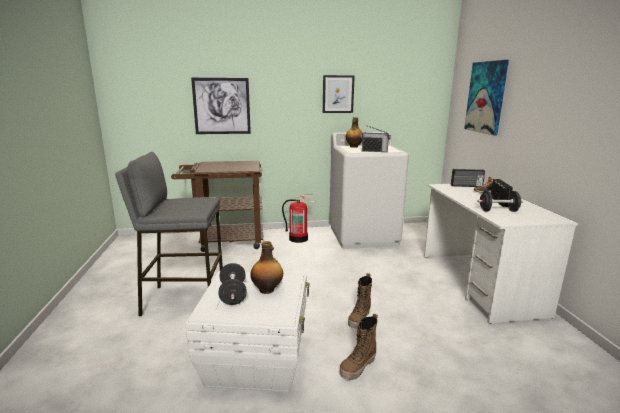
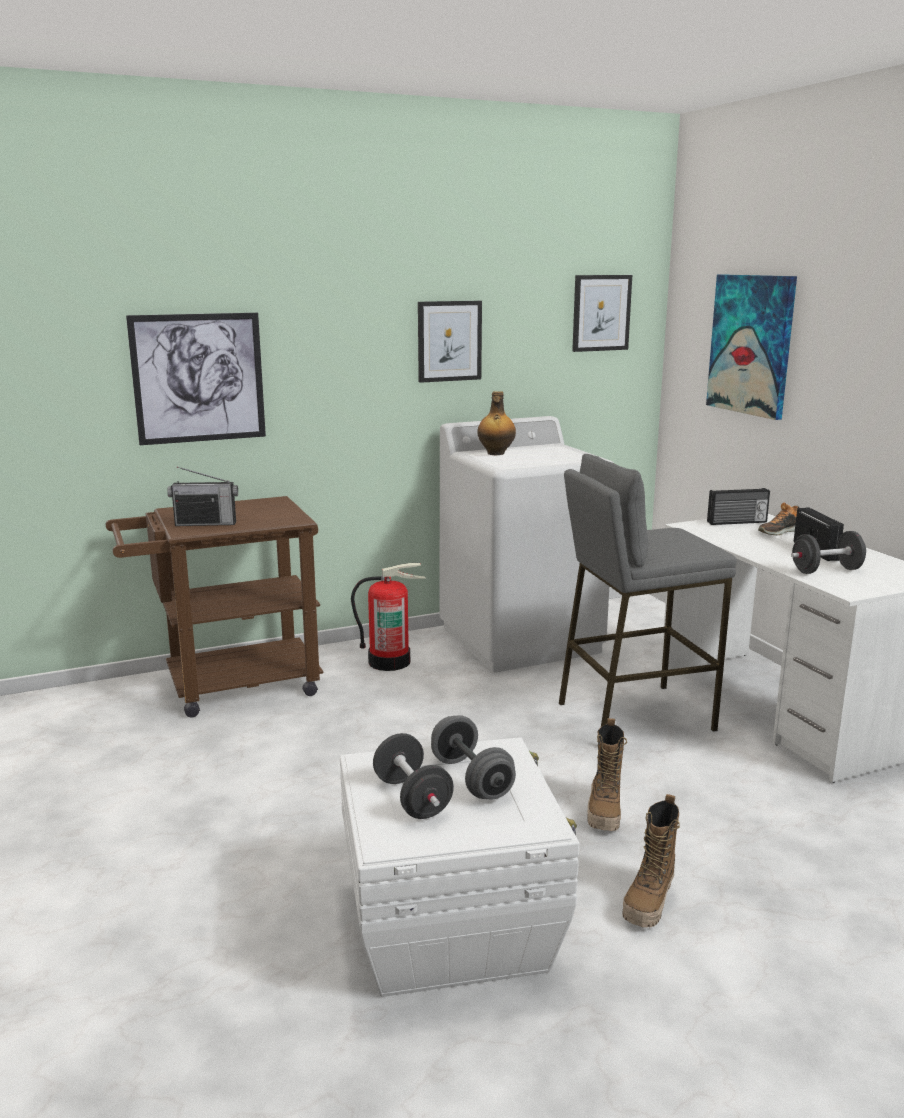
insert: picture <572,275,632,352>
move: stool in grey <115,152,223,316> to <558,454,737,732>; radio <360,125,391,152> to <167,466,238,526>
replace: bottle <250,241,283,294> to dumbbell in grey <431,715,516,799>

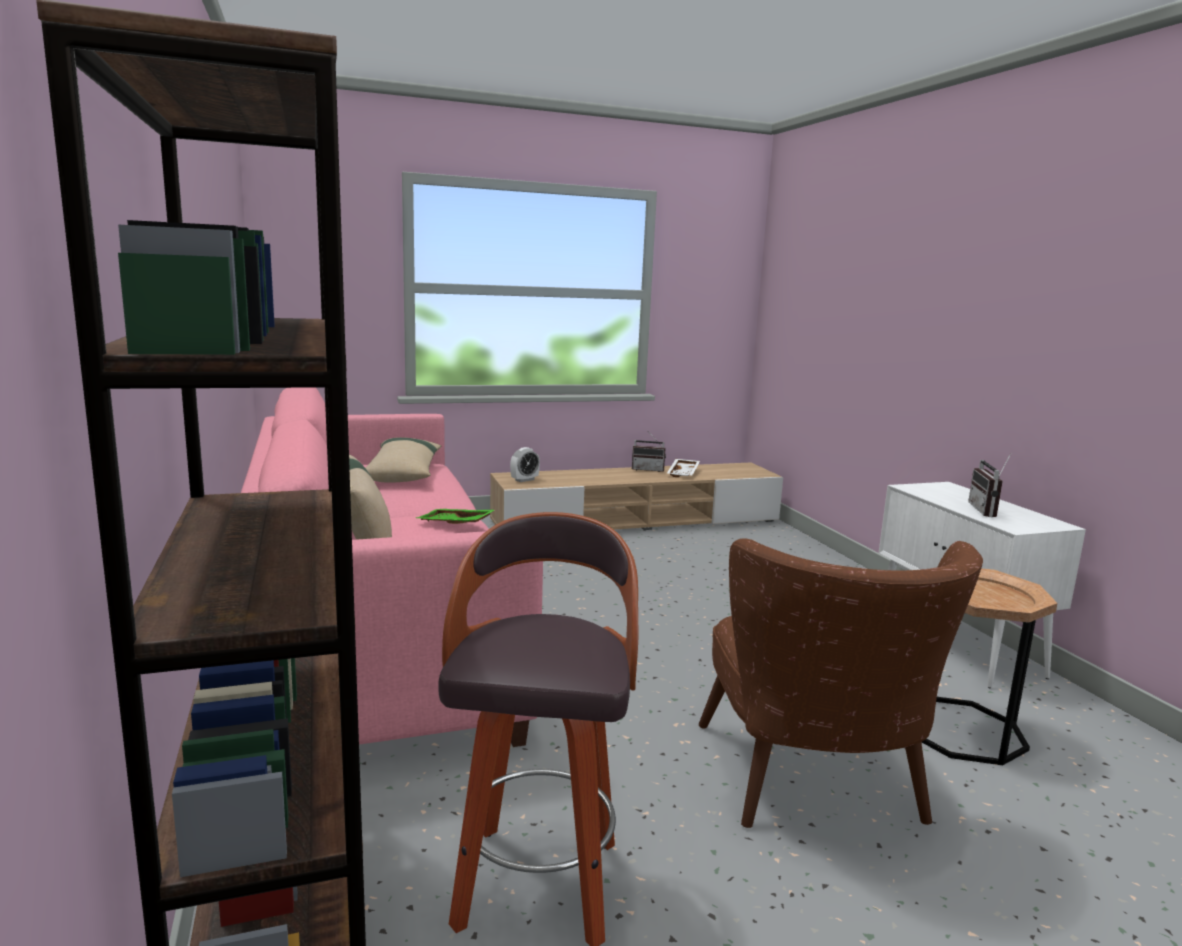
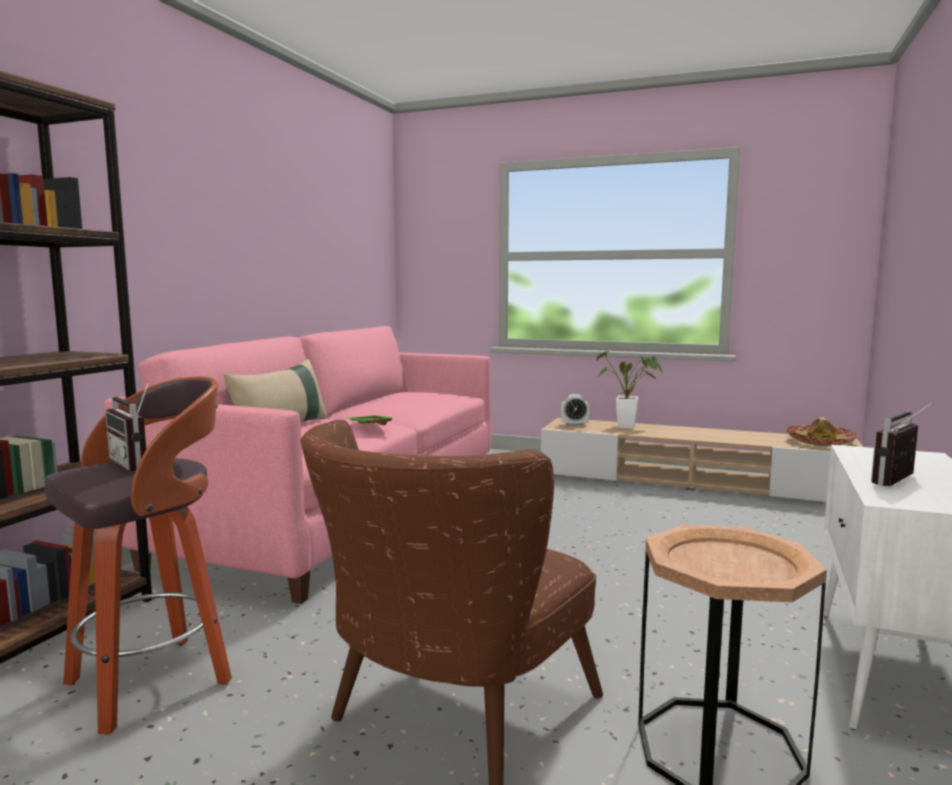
delete: pillow in beige <365,437,441,483>; tray in white <667,459,700,477>
insert: potted plant <596,351,663,429>; hat <786,417,858,446>
move: radio <632,435,666,472> to <105,379,150,471>

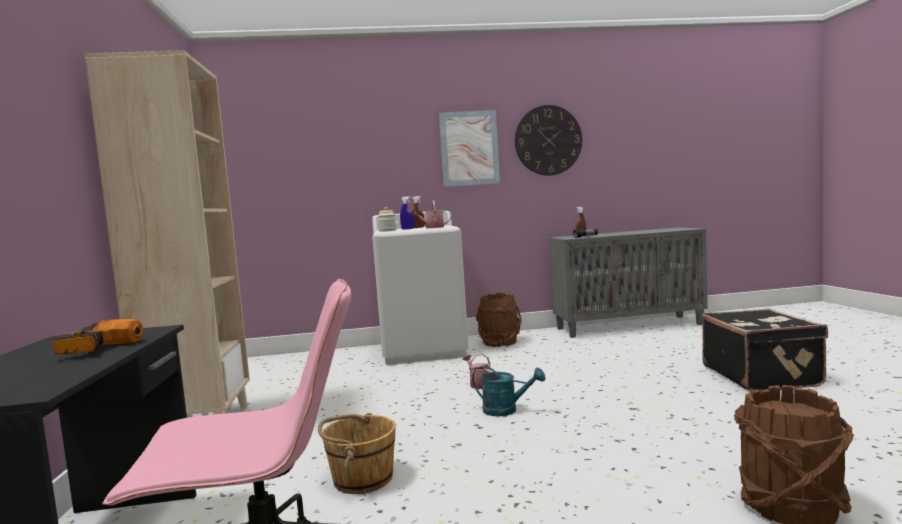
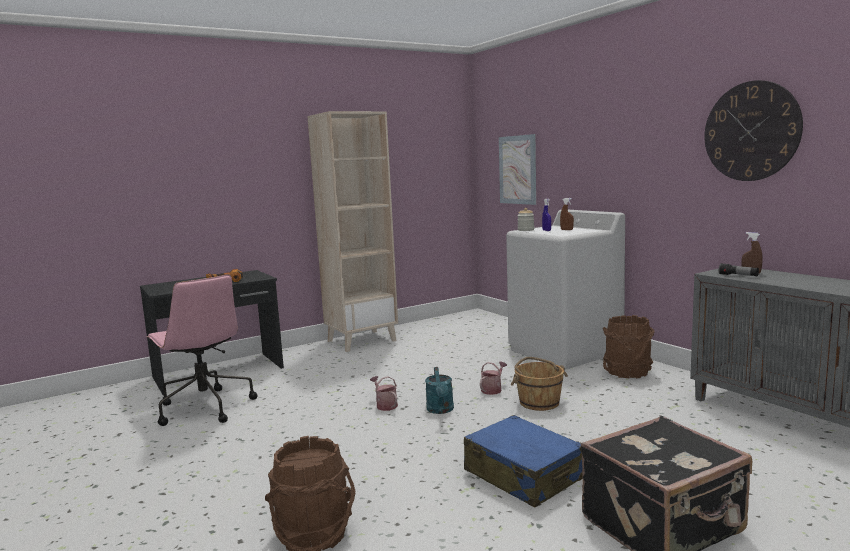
insert: suitcase in blue <464,415,583,508>
move: bucket in brown <318,413,396,494> to <511,357,568,411>; watering can <409,201,452,228> to <370,376,398,411>; picture <439,110,500,187> to <499,134,536,205>

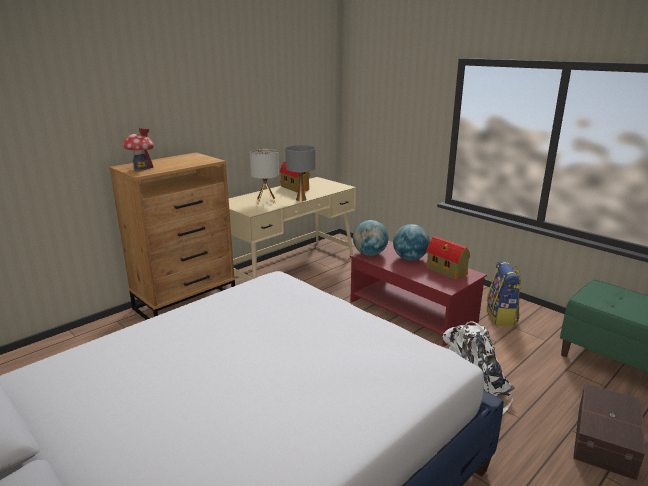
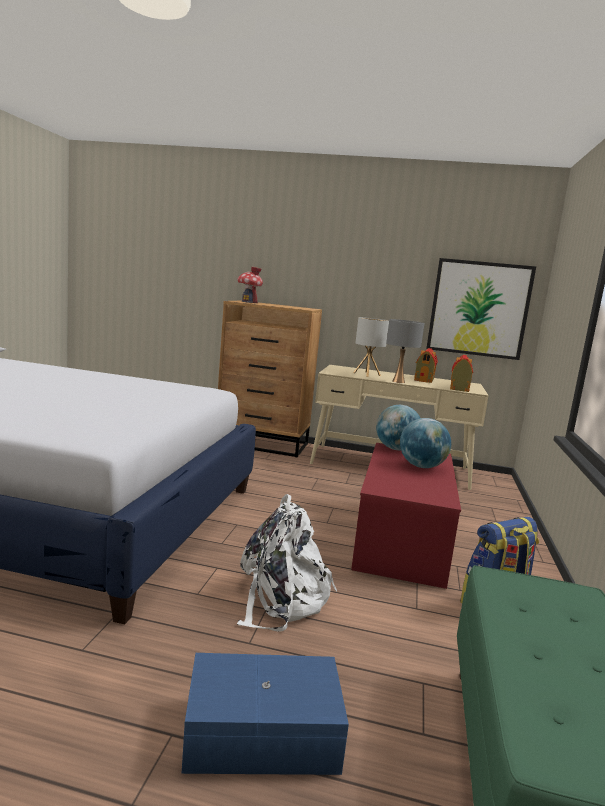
insert: picture <426,258,536,360>
move: toy house <426,236,470,280> to <450,355,473,392>
recolor: storage box in brown <573,383,645,480> to storage box in blue <182,653,349,775>

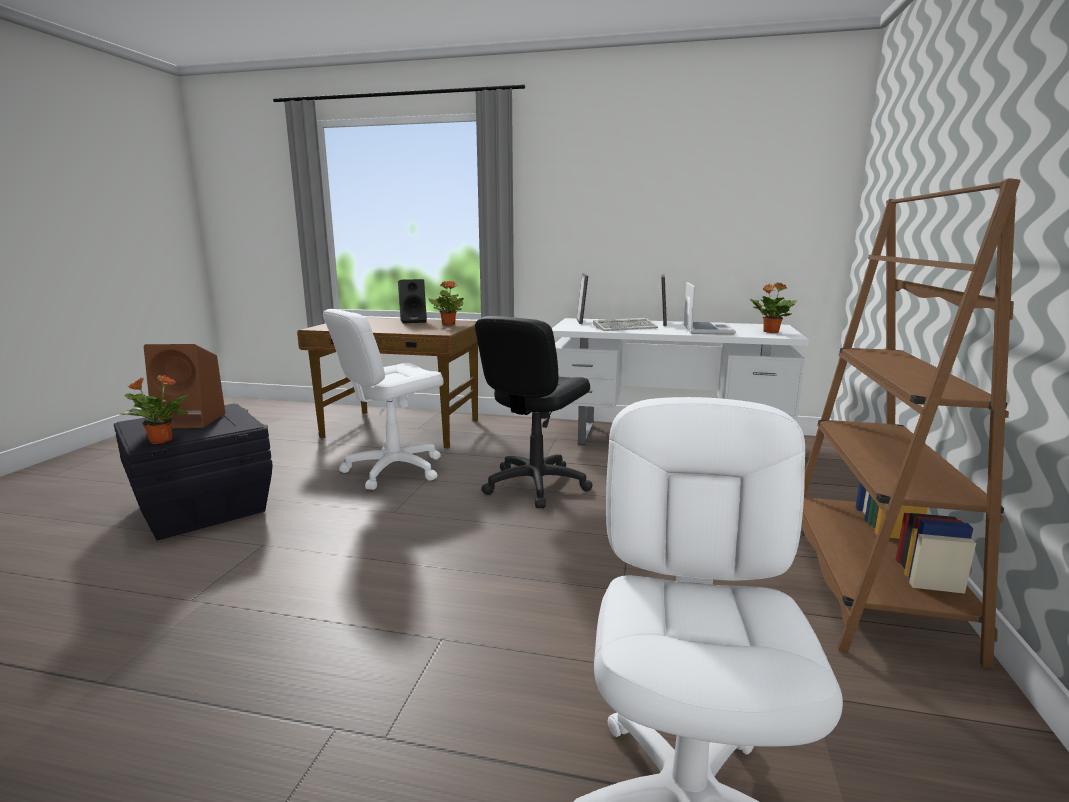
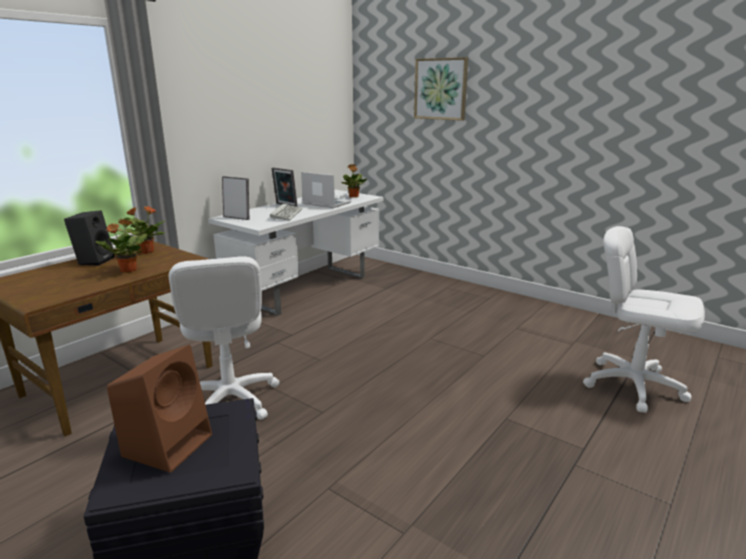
delete: office chair in black <475,316,592,508>; bookcase in brown <802,178,1020,668>
insert: picture <414,57,468,121>
move: potted plant <120,375,189,444> to <95,219,147,273>

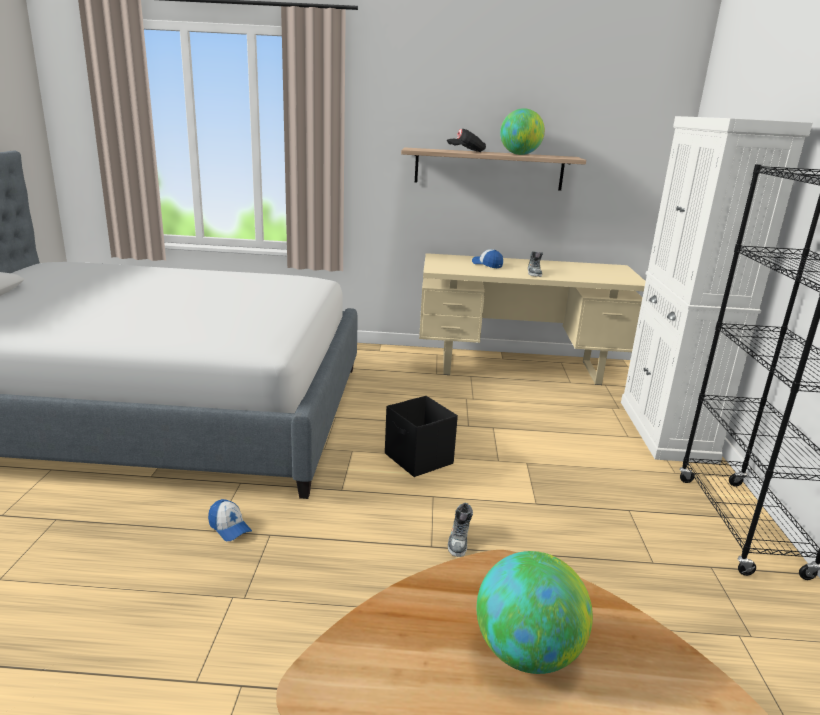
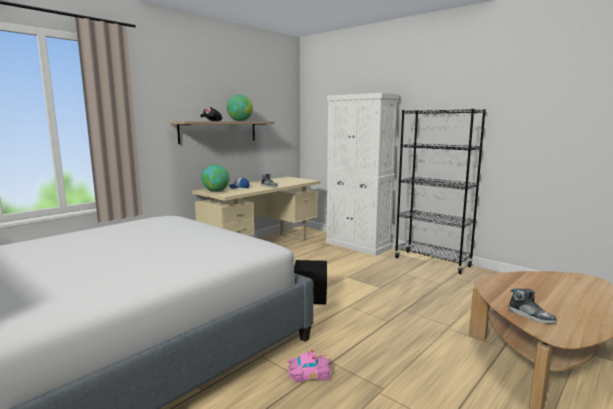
move: shoe <448,503,473,557> to <509,289,557,324>; globe <477,551,593,674> to <201,164,230,192>
replace: cap <208,499,252,541> to toy car in pink <287,350,331,383>

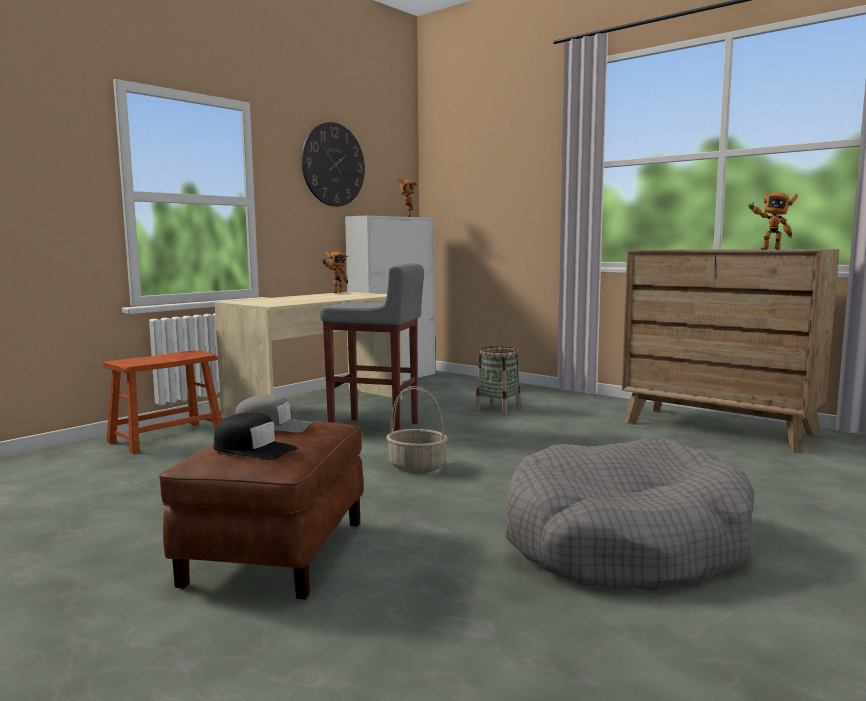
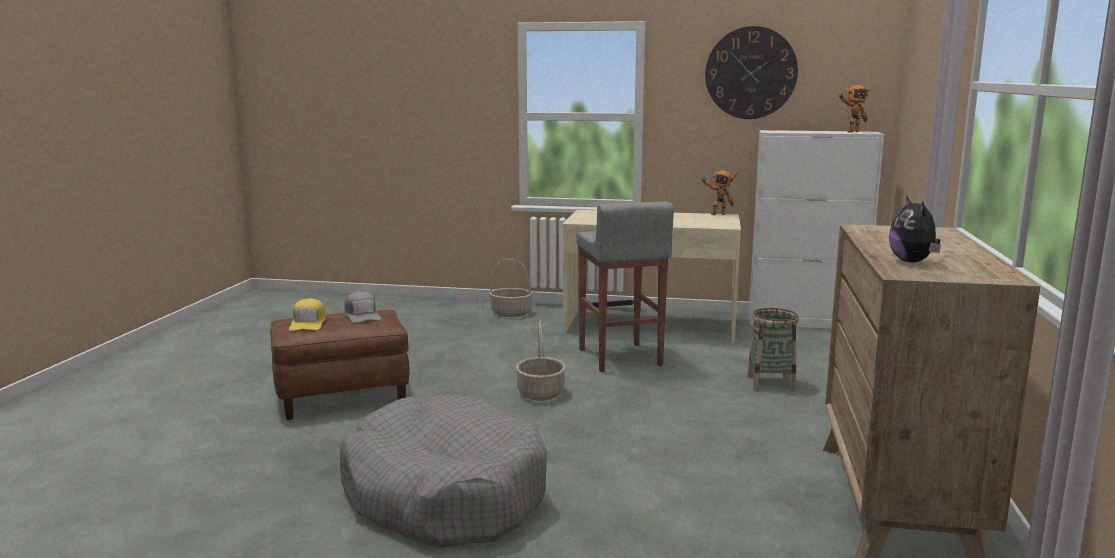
replace: stool in brown <103,350,222,454> to basket <489,258,533,317>; toy robot <748,192,798,250> to plush toy <889,196,941,262>
recolor: cap in black <214,412,298,460> to cap in yellow <289,299,326,331>

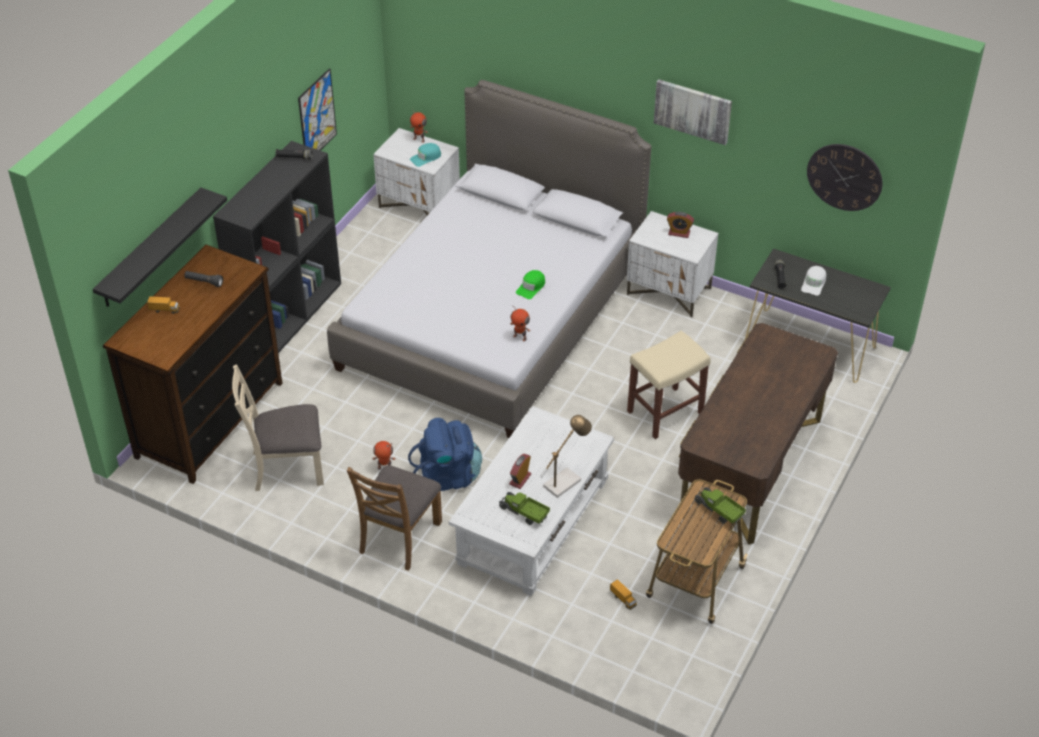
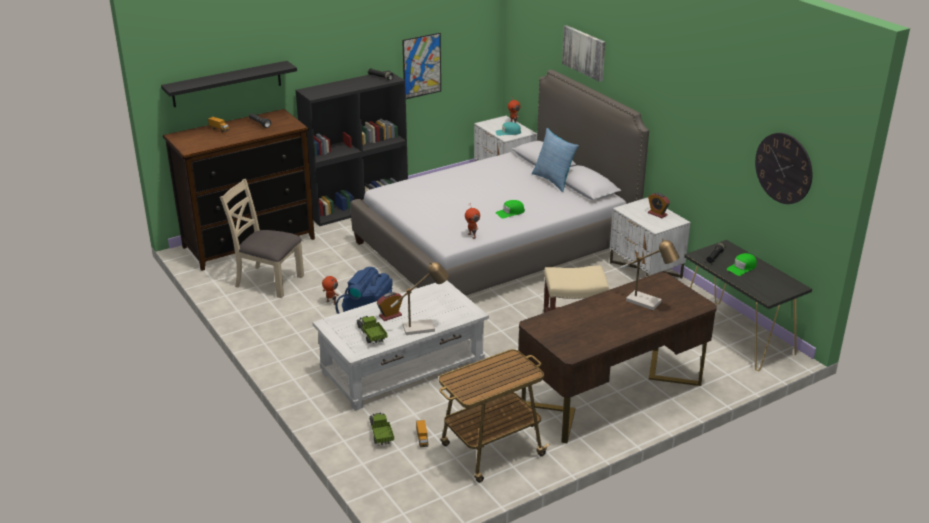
delete: chair in brown <347,466,442,571>
insert: pillow <532,128,579,192>; table lamp <621,238,680,310>
move: picture <654,79,732,145> to <562,25,606,82>; toy truck <694,487,746,524> to <369,413,394,445>
recolor: cap in white <801,266,826,296> to cap in green <727,253,757,276>

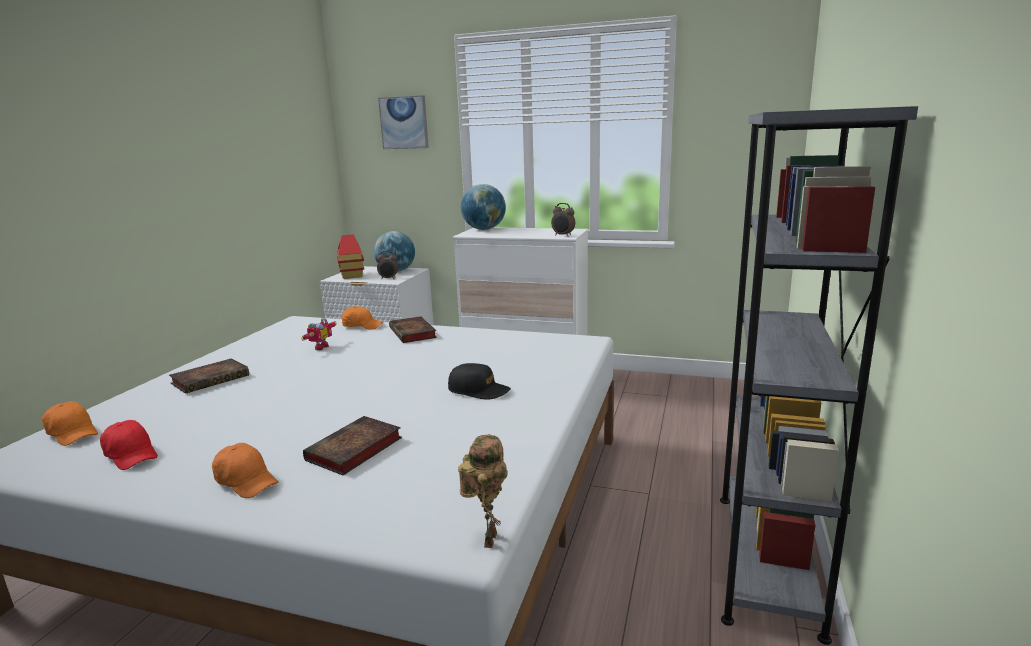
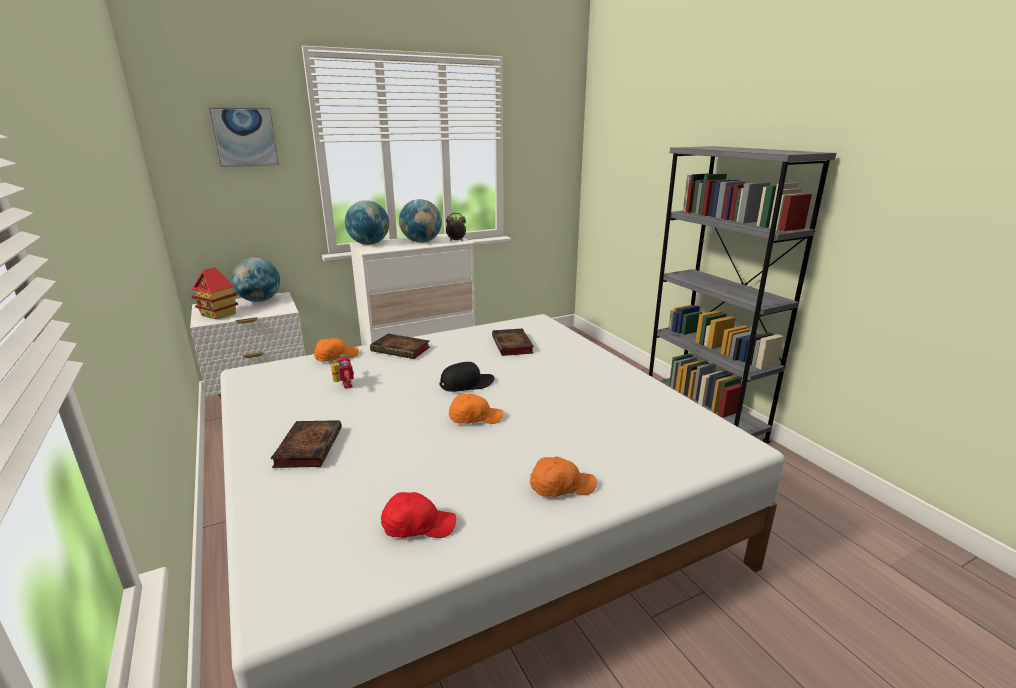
delete: alarm clock <377,251,398,279>; toy robot <458,434,508,548>
insert: globe <399,199,442,243>
move: cap in orange <42,401,98,446> to <449,393,504,424>; book <303,416,402,475> to <492,328,534,356>; cap in black <448,363,511,400> to <439,362,495,392>

